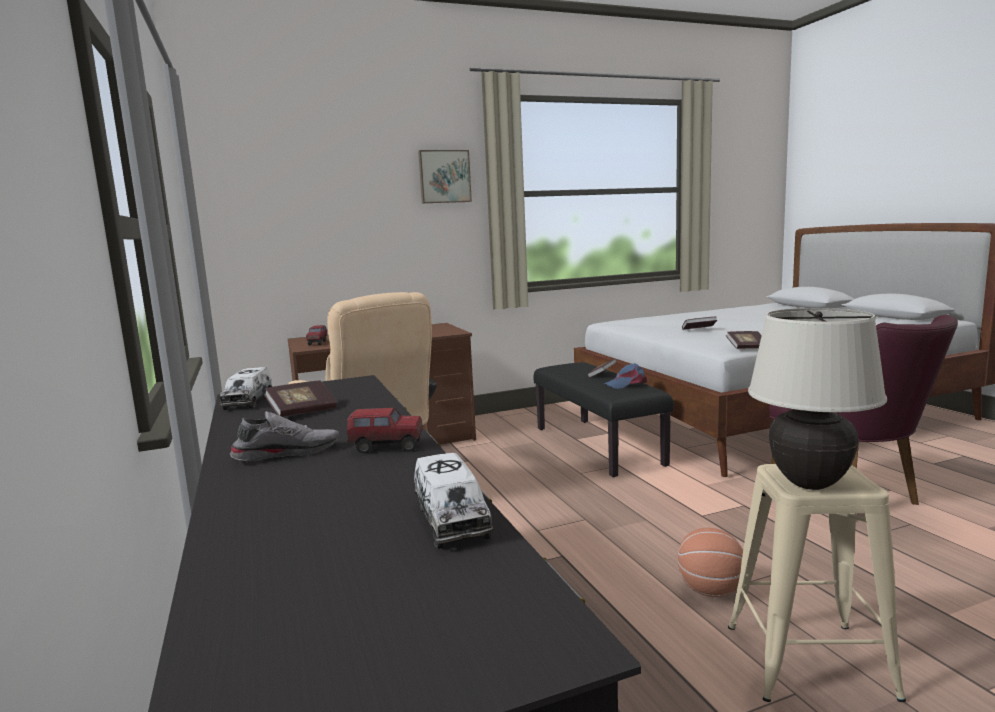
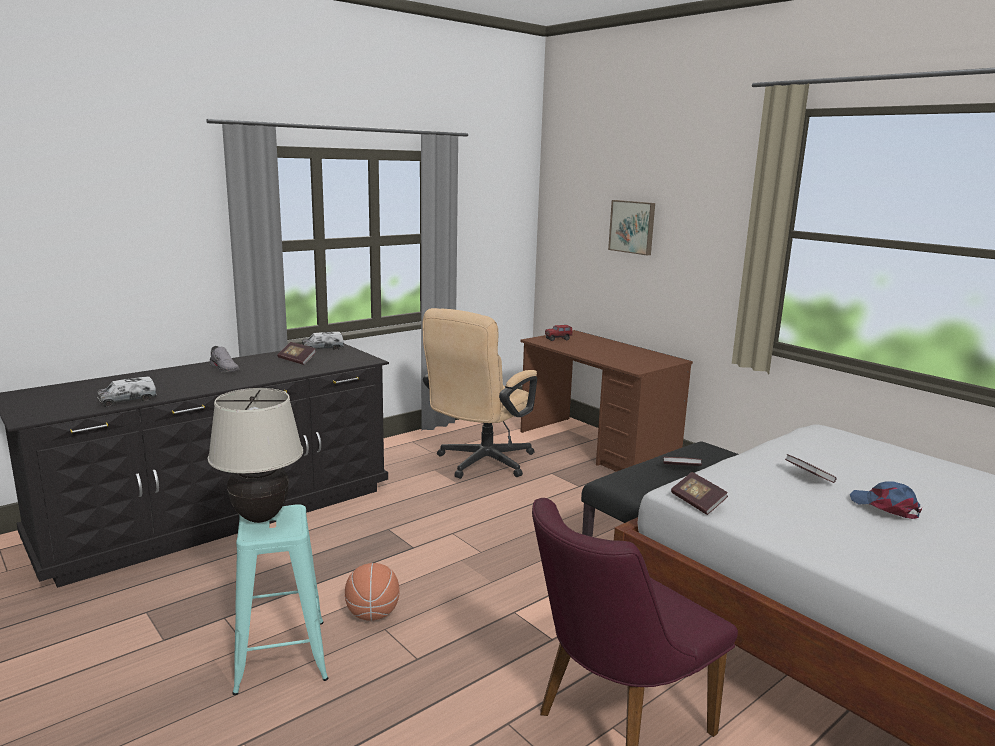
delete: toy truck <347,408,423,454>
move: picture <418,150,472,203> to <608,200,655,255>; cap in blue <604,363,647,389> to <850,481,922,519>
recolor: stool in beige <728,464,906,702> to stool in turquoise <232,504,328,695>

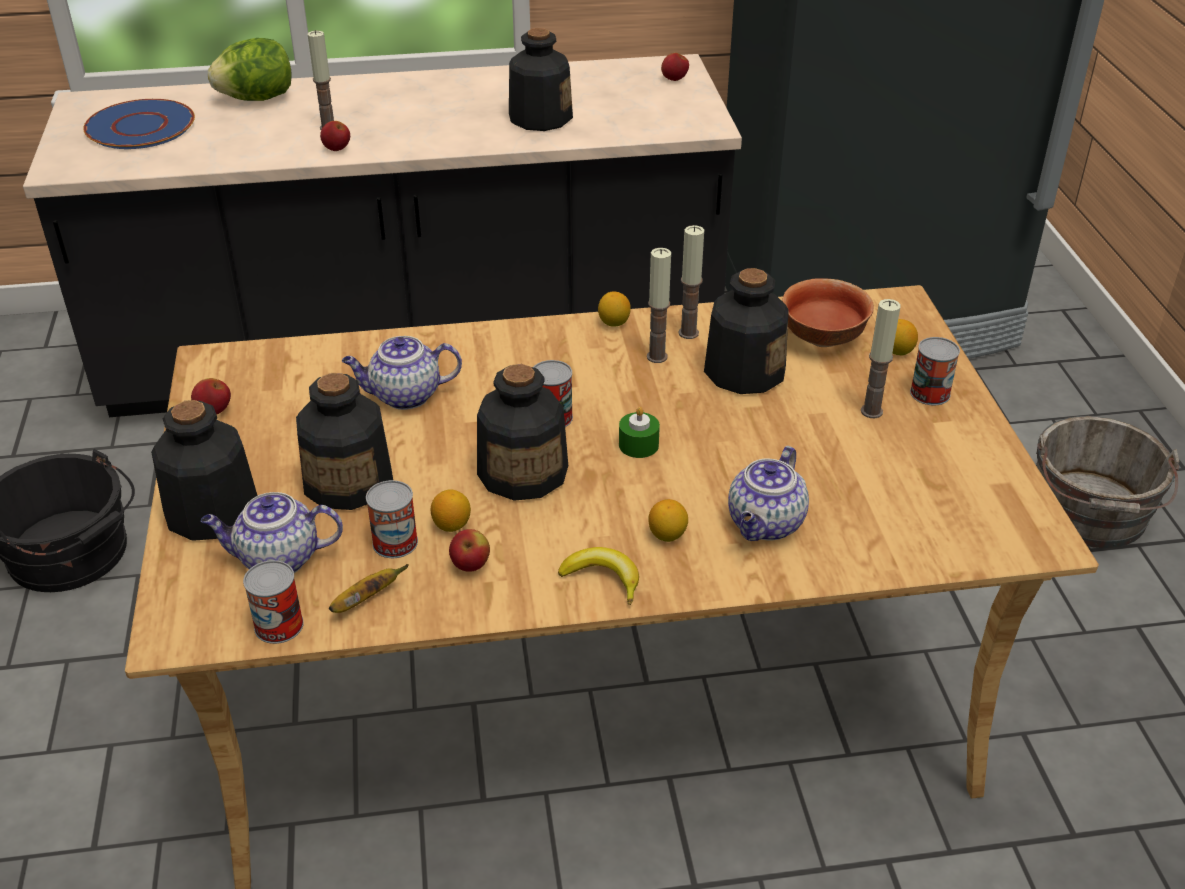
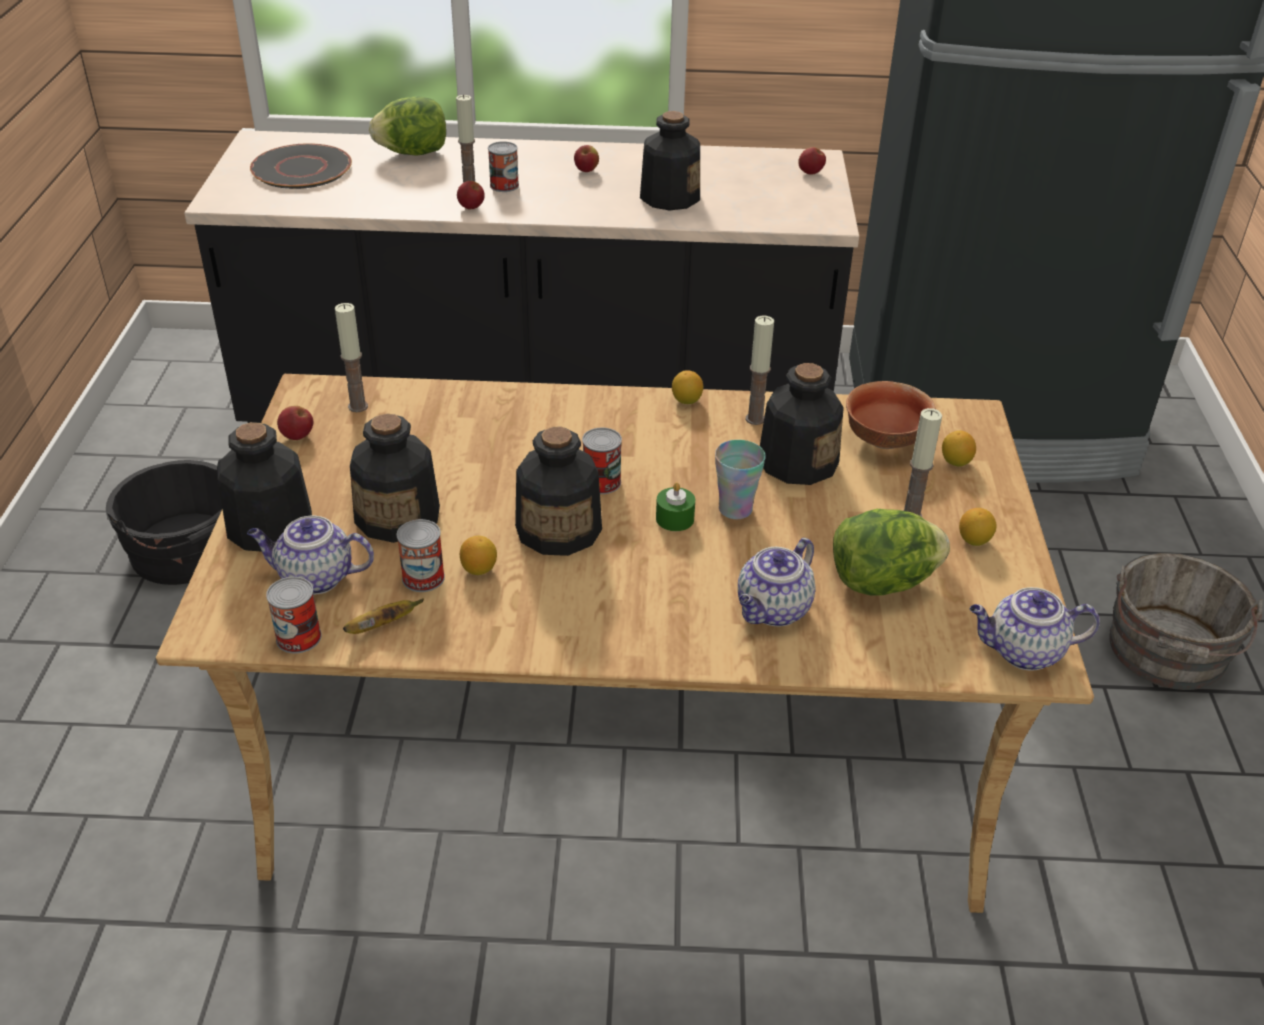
delete: banana <558,547,639,605>
insert: cup <715,440,766,519>; lettuce <833,509,950,596>
move: teapot <342,336,462,410> to <970,587,1100,671>; apple <449,529,490,572> to <574,145,599,172>; candle <647,248,671,363> to <335,303,368,412>; lemon <648,499,688,542> to <959,508,997,546>; can <910,337,960,406> to <488,141,519,192>
recolor: plate in blue <83,99,195,149> to plate in black <250,143,352,189>

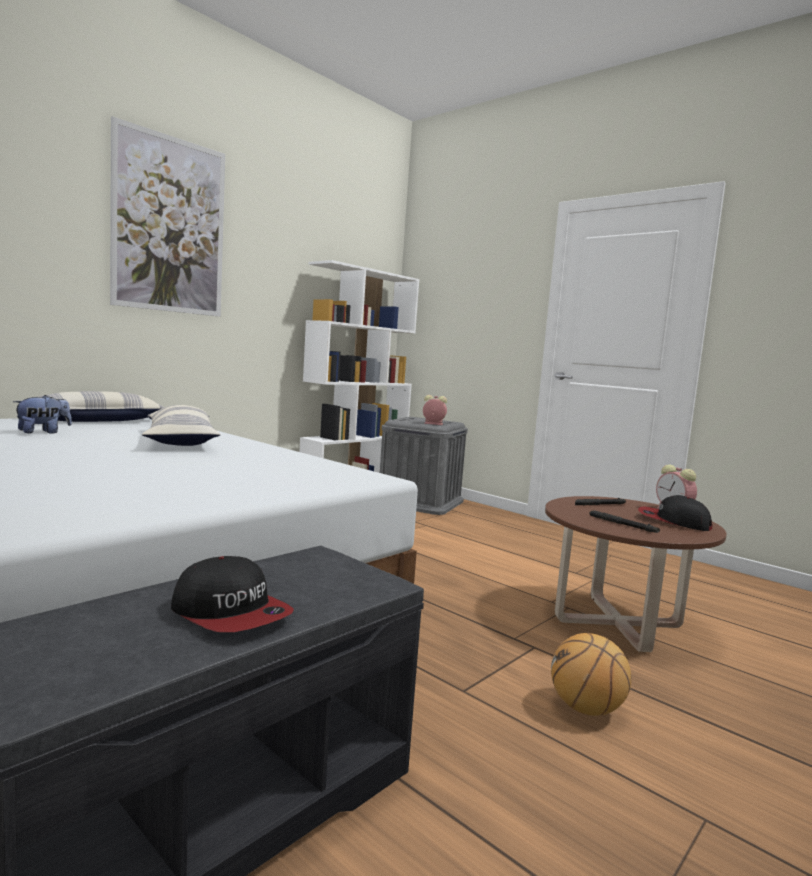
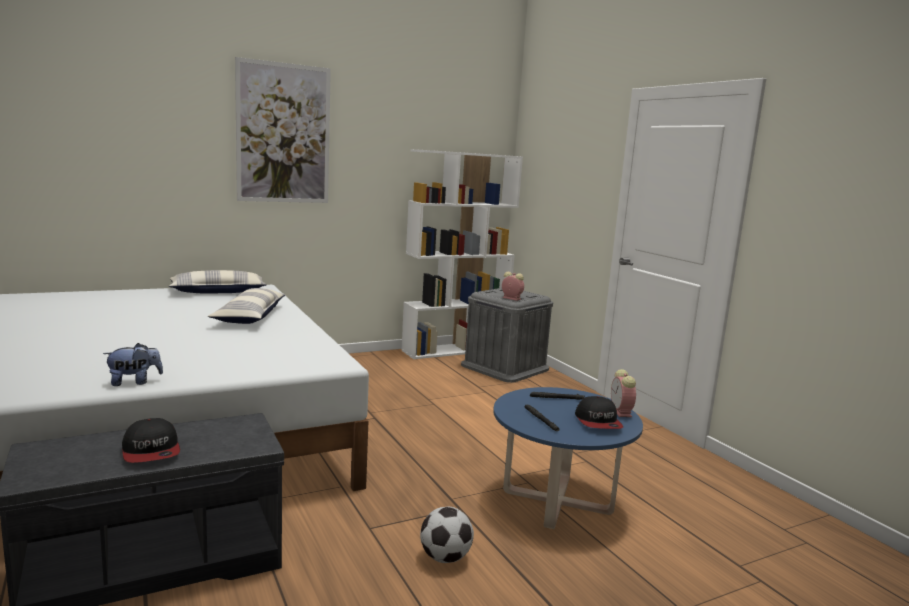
move: plush toy <13,395,72,434> to <103,343,163,386>
replace: basketball <551,633,631,716> to football <420,507,474,563>
recolor: coffee table in brown <545,496,727,652> to coffee table in blue <493,387,643,529>
rotate: cap <638,495,712,531> = <575,396,623,429> 150 degrees counterclockwise

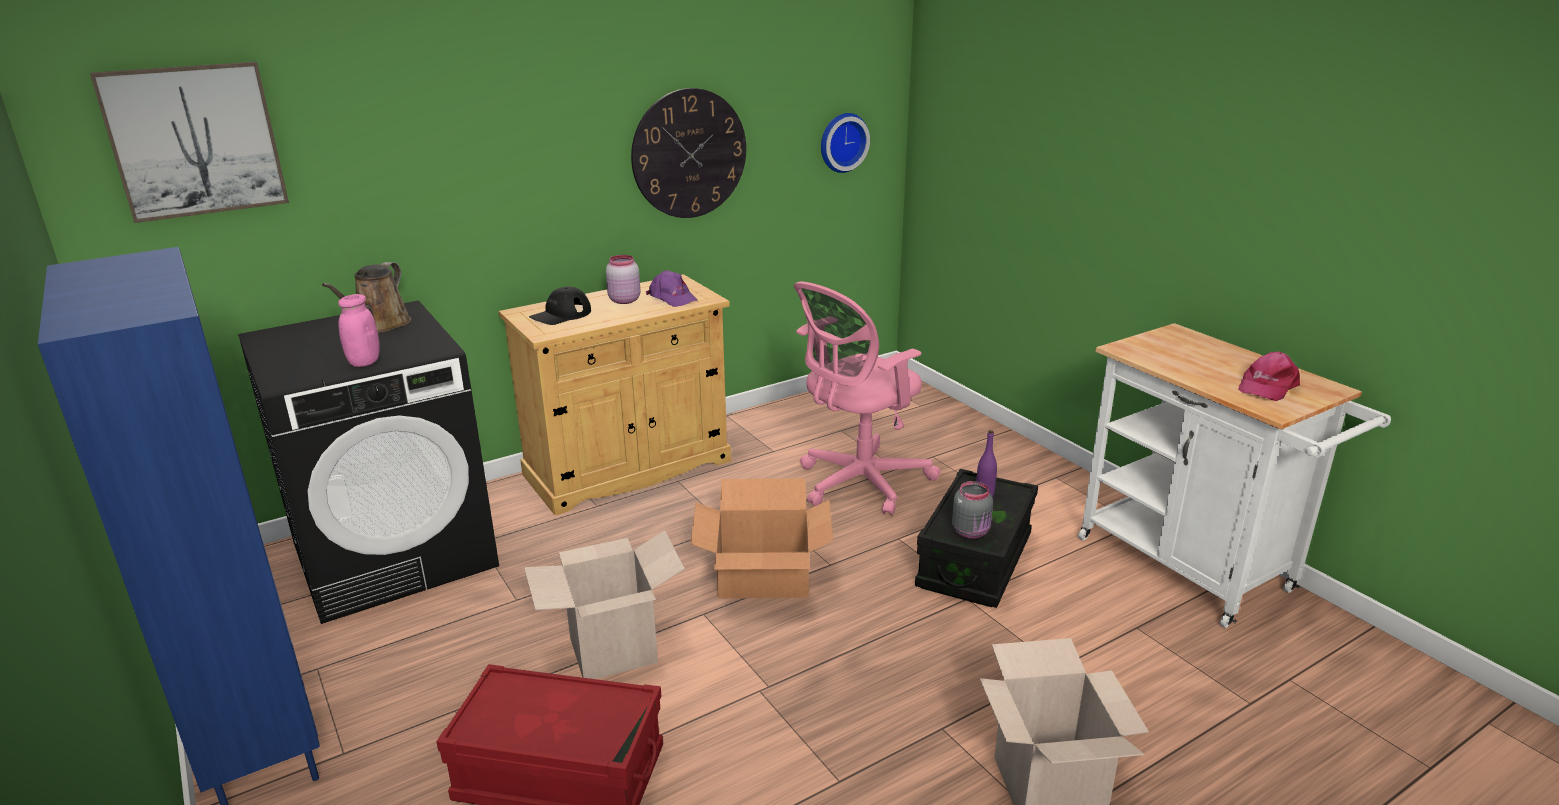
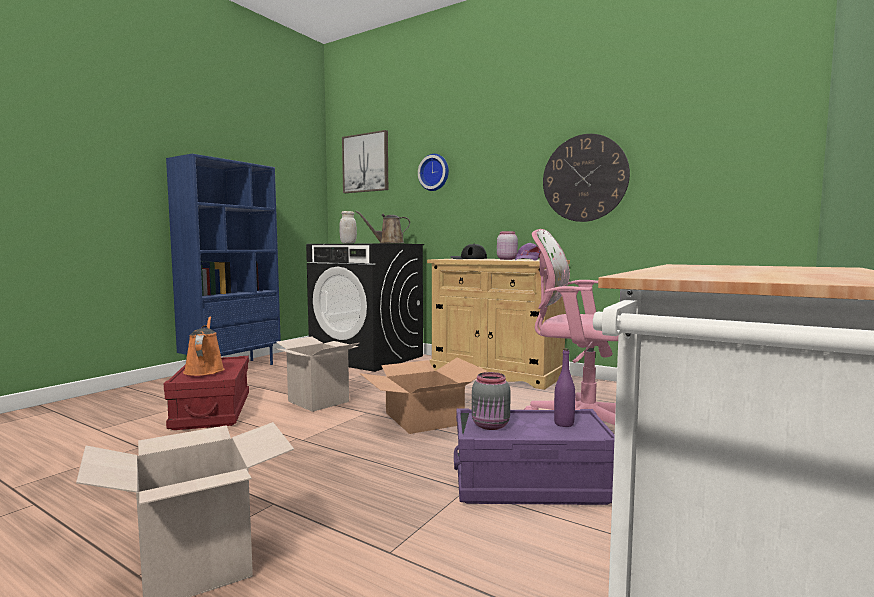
delete: cap in pink <1238,351,1300,401>
insert: watering can in orange <183,317,225,376>
move: wall clock <821,113,870,173> to <418,154,449,191>
recolor: jar in pink <338,294,380,367> to jar in white <339,211,357,243>; storage box in black <915,469,1038,608> to storage box in purple <454,408,615,505>

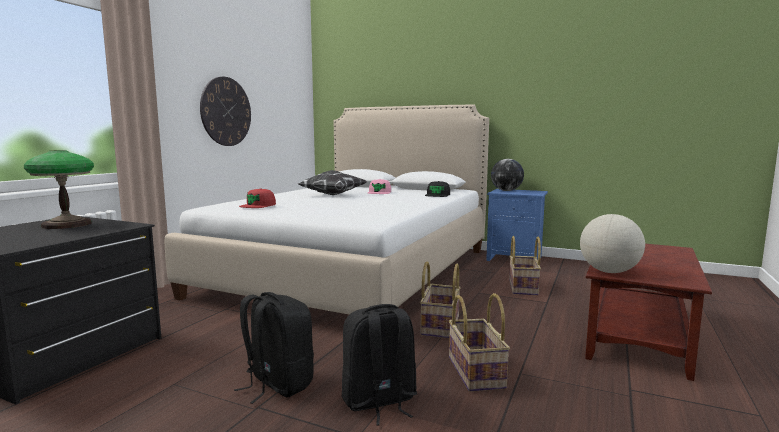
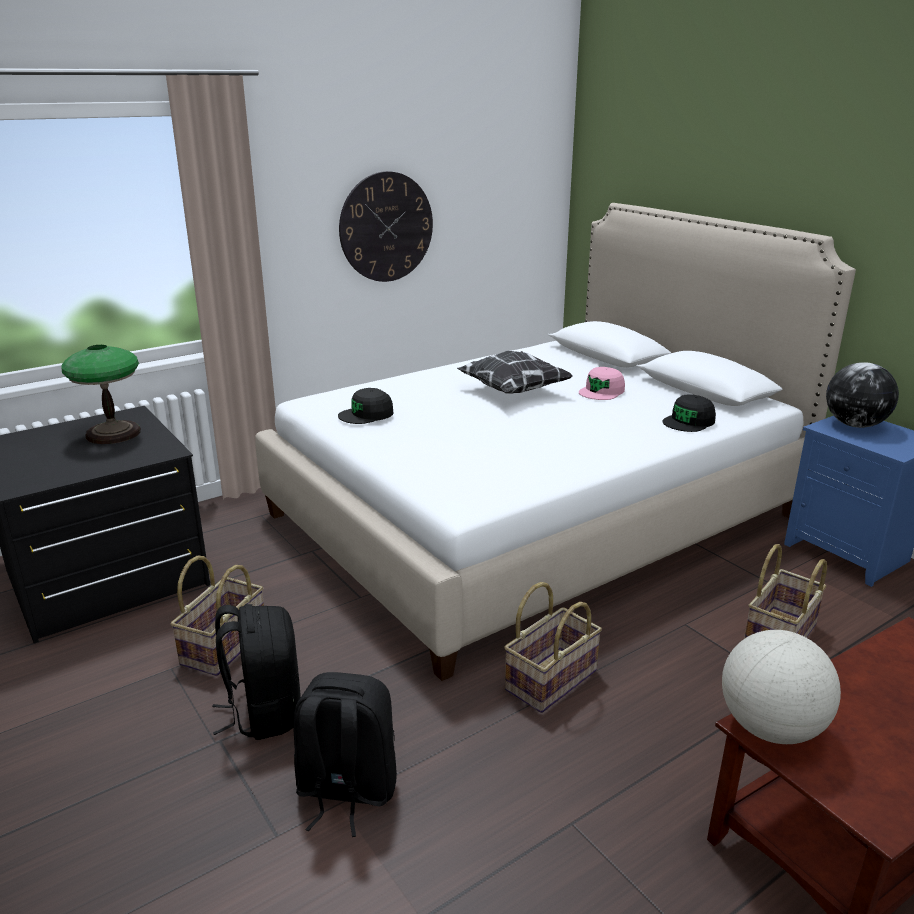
move: basket <449,293,510,392> to <170,556,264,676>
recolor: cap in red <239,188,276,208> to cap in black <338,388,393,424>

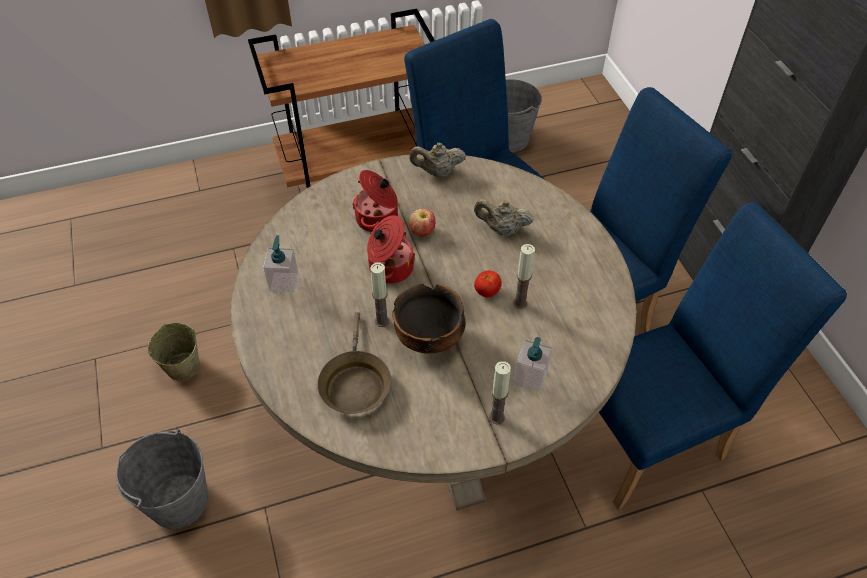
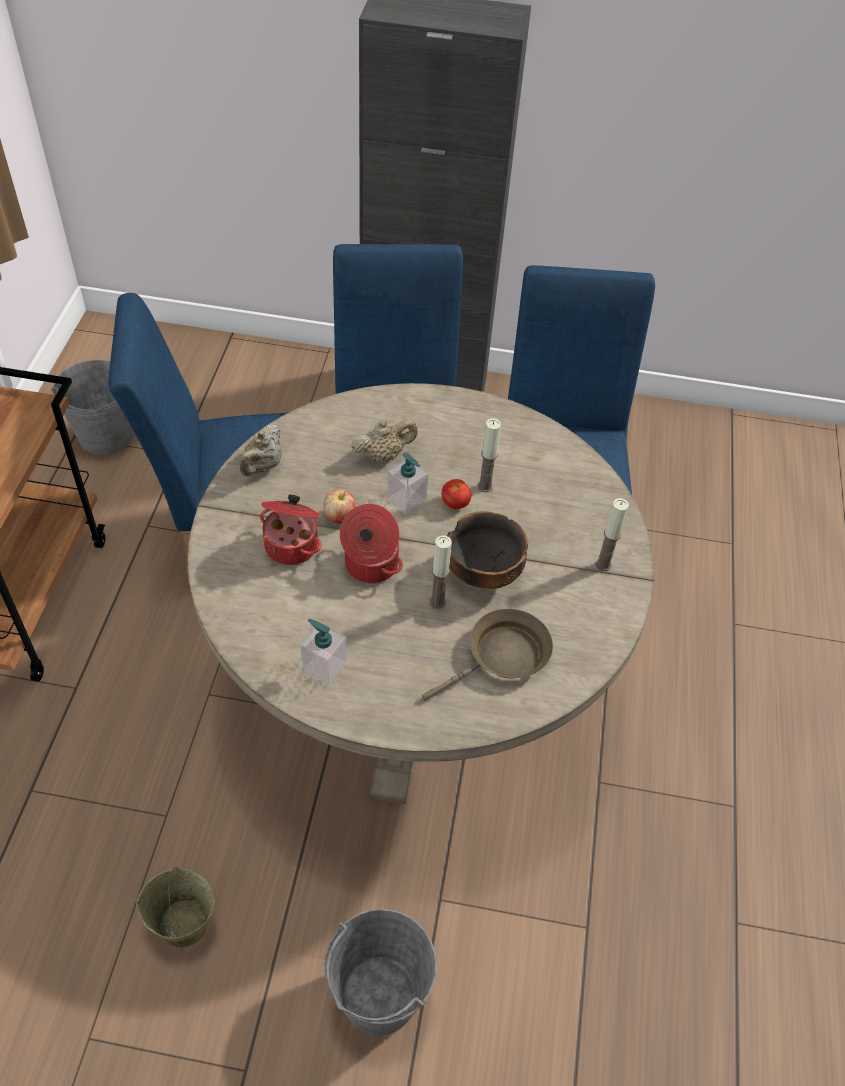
move: soap dispenser <514,337,552,392> to <387,453,428,515>
rotate: frying pan in brown <318,312,391,414> = <422,609,553,701> 60 degrees counterclockwise; teapot in beige <474,199,534,236> = <351,419,418,462> 150 degrees counterclockwise

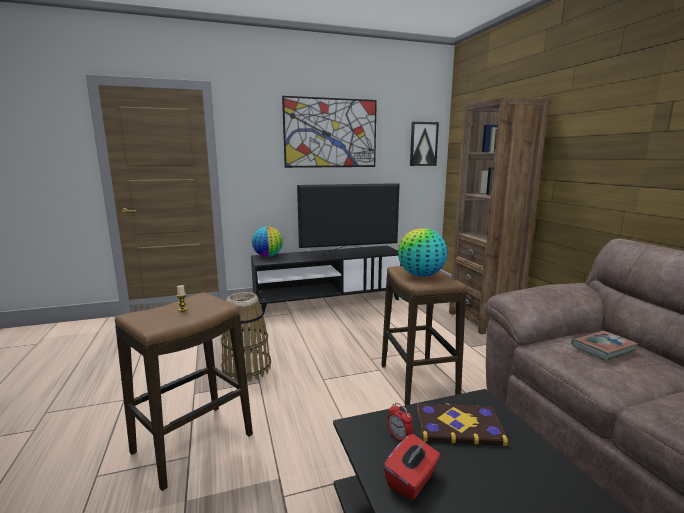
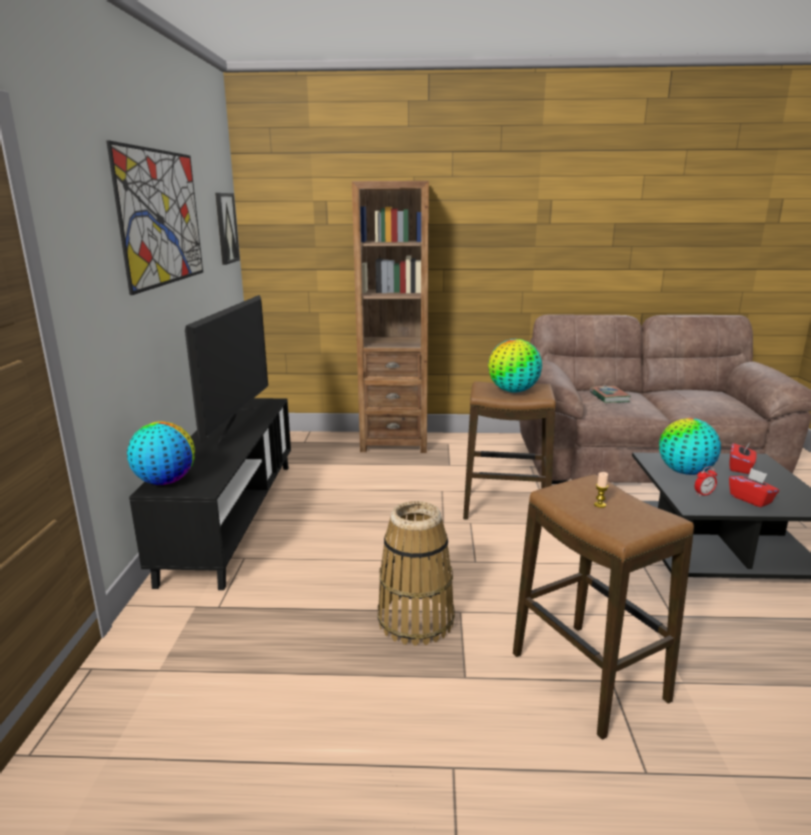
insert: tissue box in red <730,442,757,474>
replace: book <417,403,508,446> to globe <659,418,721,475>

